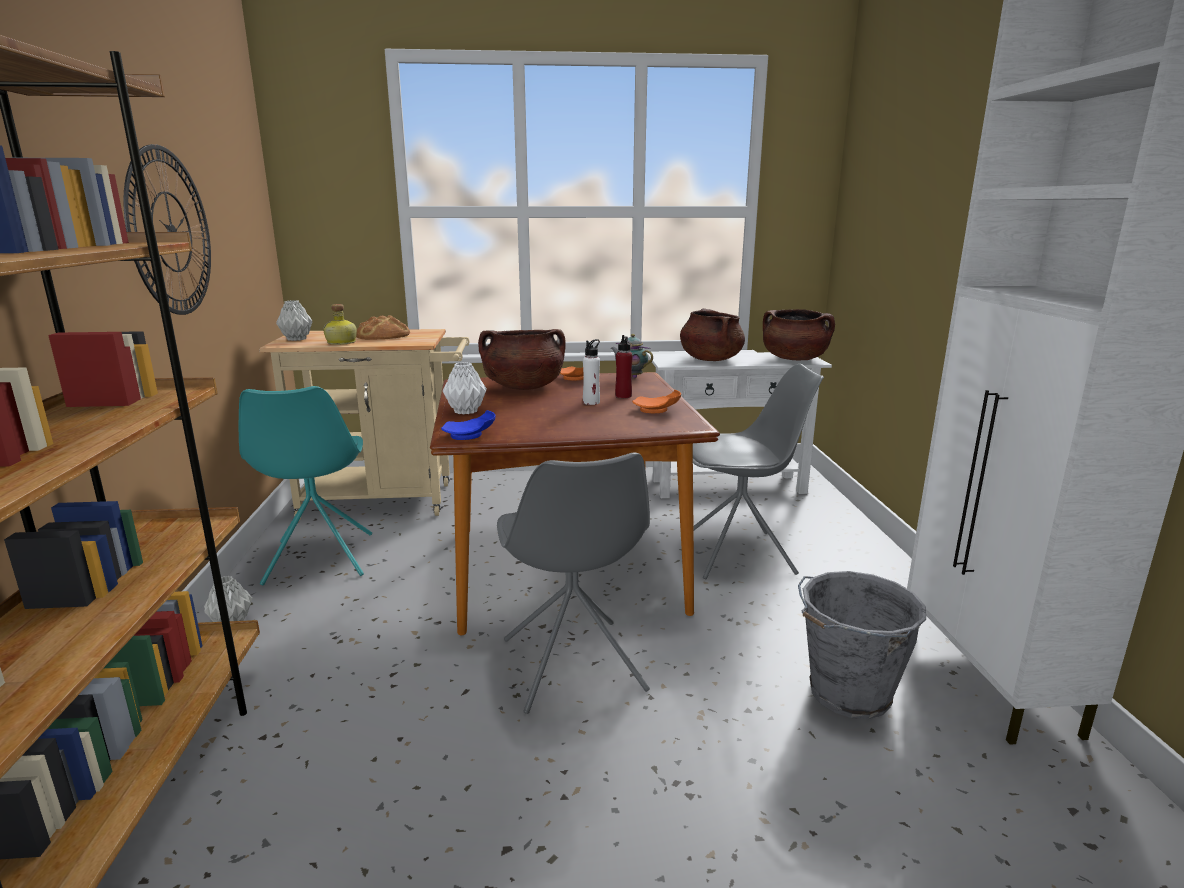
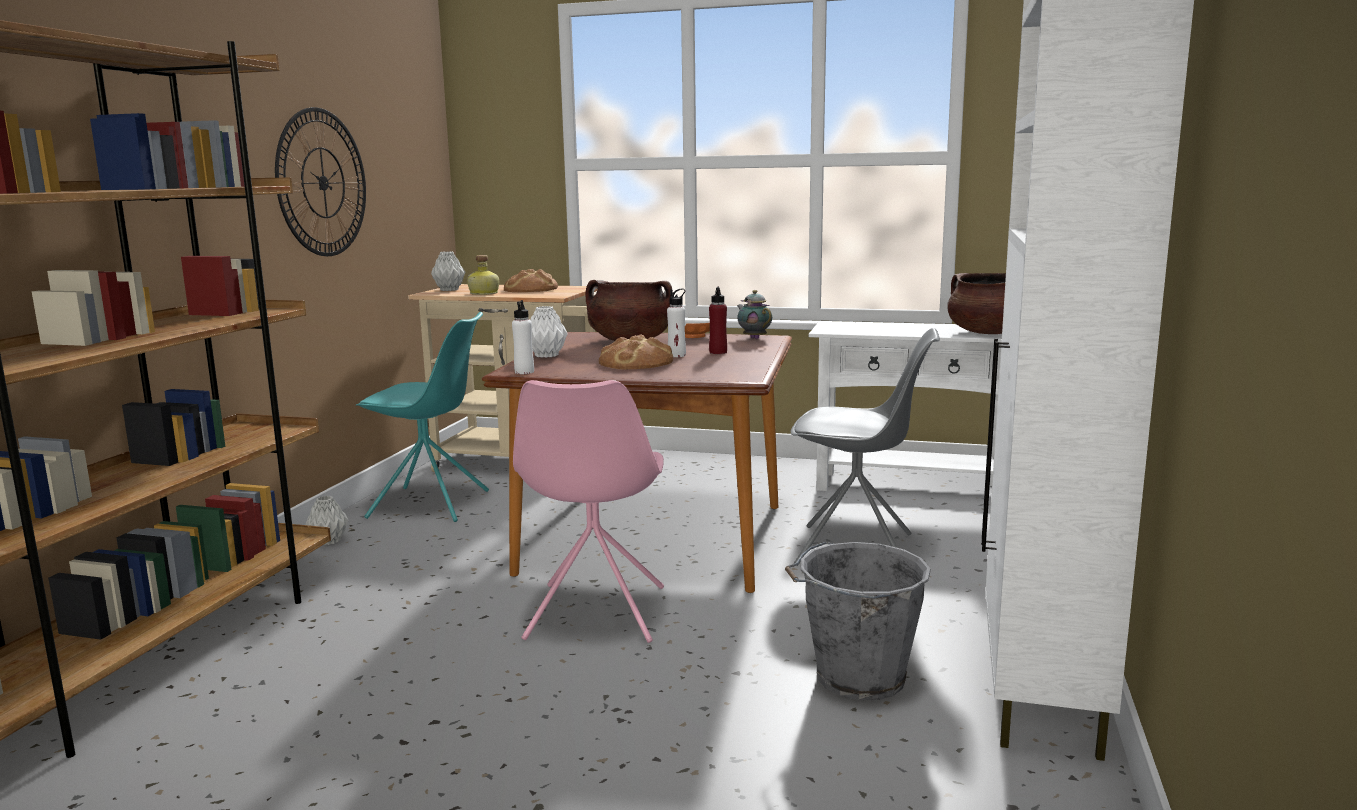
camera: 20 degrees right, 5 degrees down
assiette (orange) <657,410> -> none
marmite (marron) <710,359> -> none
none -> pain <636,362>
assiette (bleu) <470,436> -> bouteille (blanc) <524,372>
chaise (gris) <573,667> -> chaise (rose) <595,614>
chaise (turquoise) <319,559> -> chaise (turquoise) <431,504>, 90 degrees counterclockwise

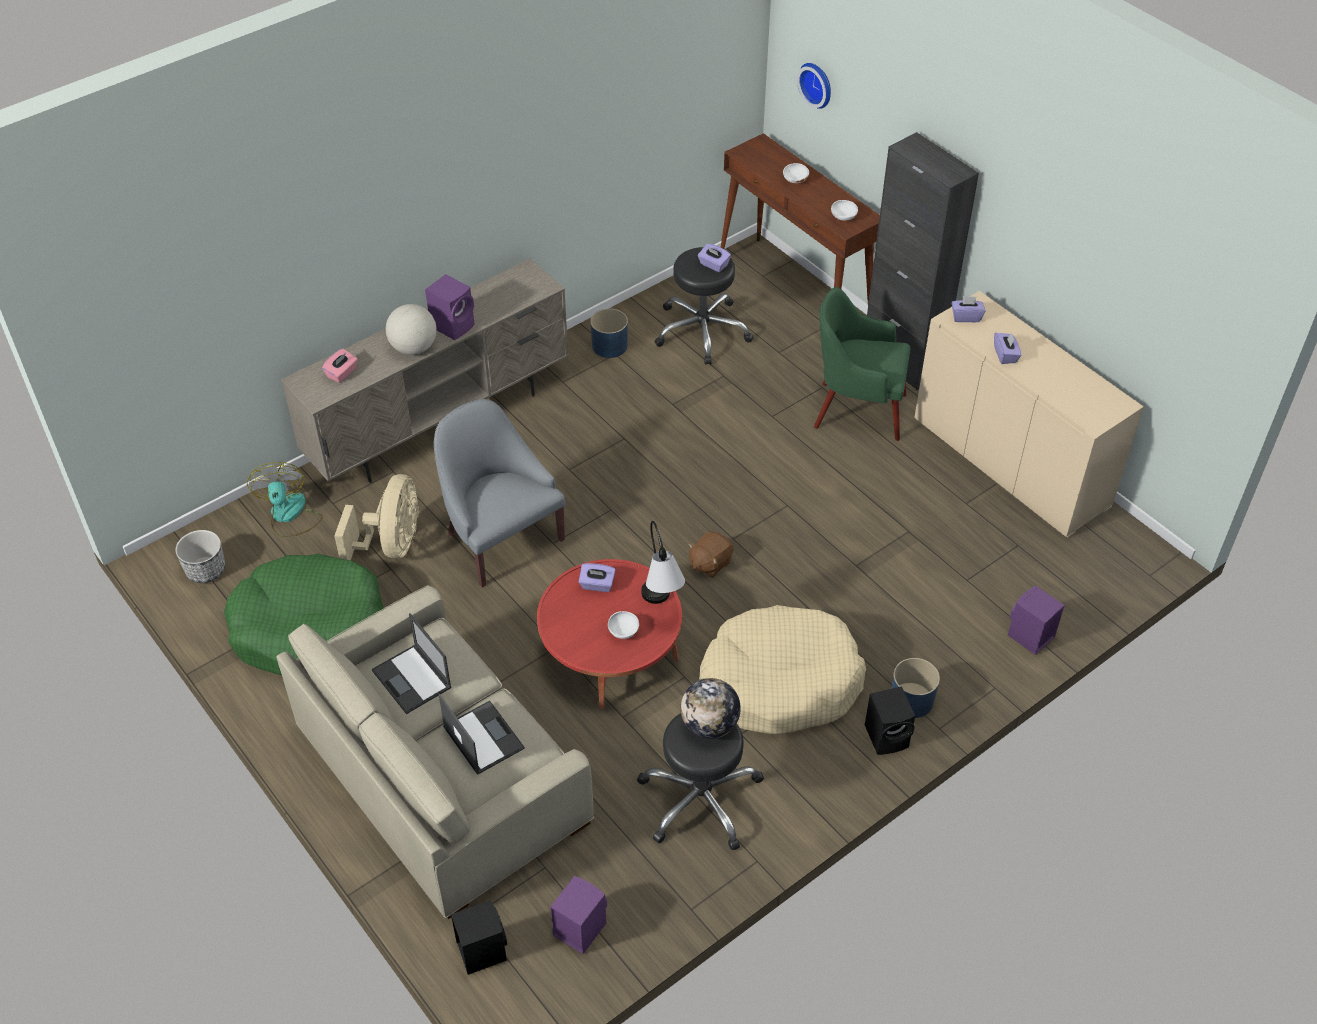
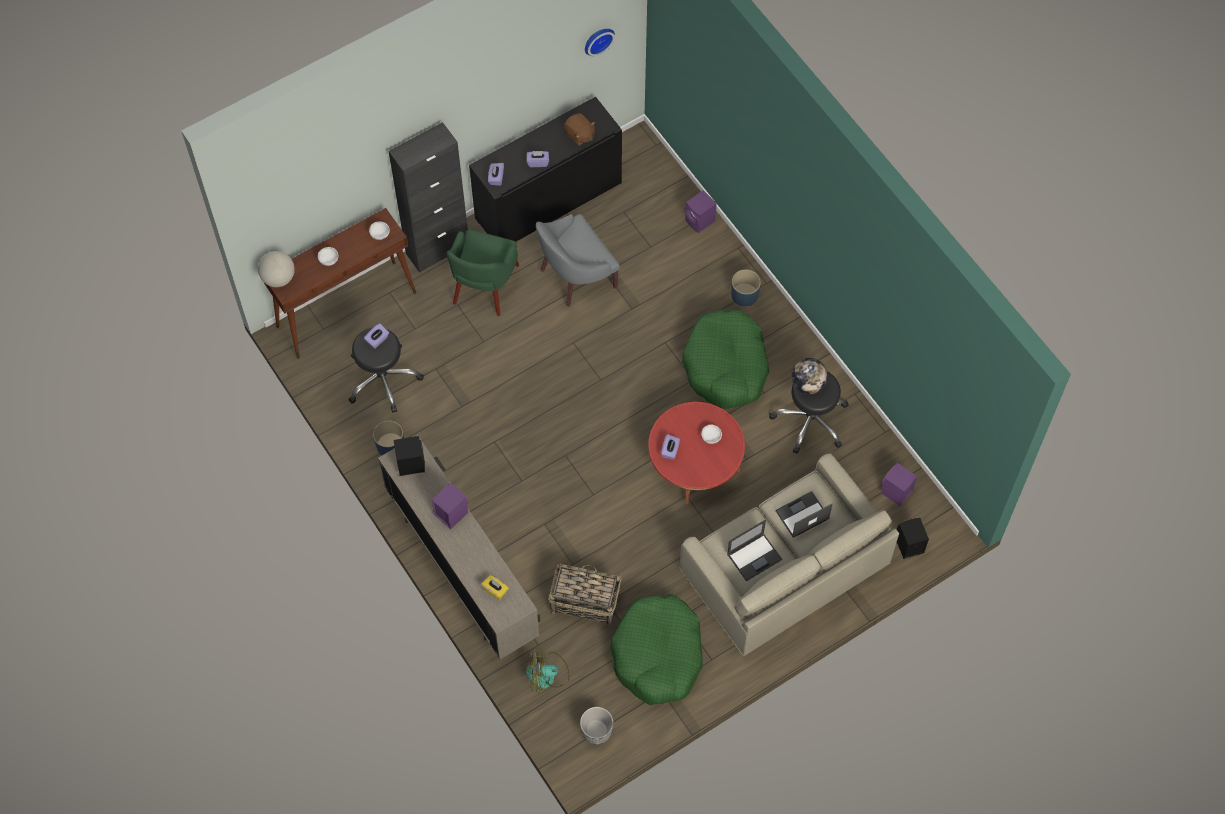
camera: 85 degrees left, 15 degrees up
lampe de table <660,607> -> none
globe <414,348> -> globe <278,278>, relocated
fauteuil (gris) <500,538> -> fauteuil (gris) <575,275>, relocated
peluche (marron) <709,563> -> peluche (marron) <579,135>, relocated
horloge murale <817,84> -> horloge murale <597,39>, relocated
enceinte (noir) <888,736> -> enceinte (noir) <411,463>, relocated
ventilateur (beige) <392,545> -> panier <584,602>
boîte à mouchoirs (rose) <342,373> -> boîte à mouchoirs (jaune) <495,590>
panier pour chien (beige) <780,683> -> panier pour chien (vert) <726,366>
meuble de rangement (beige) <1010,462> -> meuble de rangement (noir) <548,201>

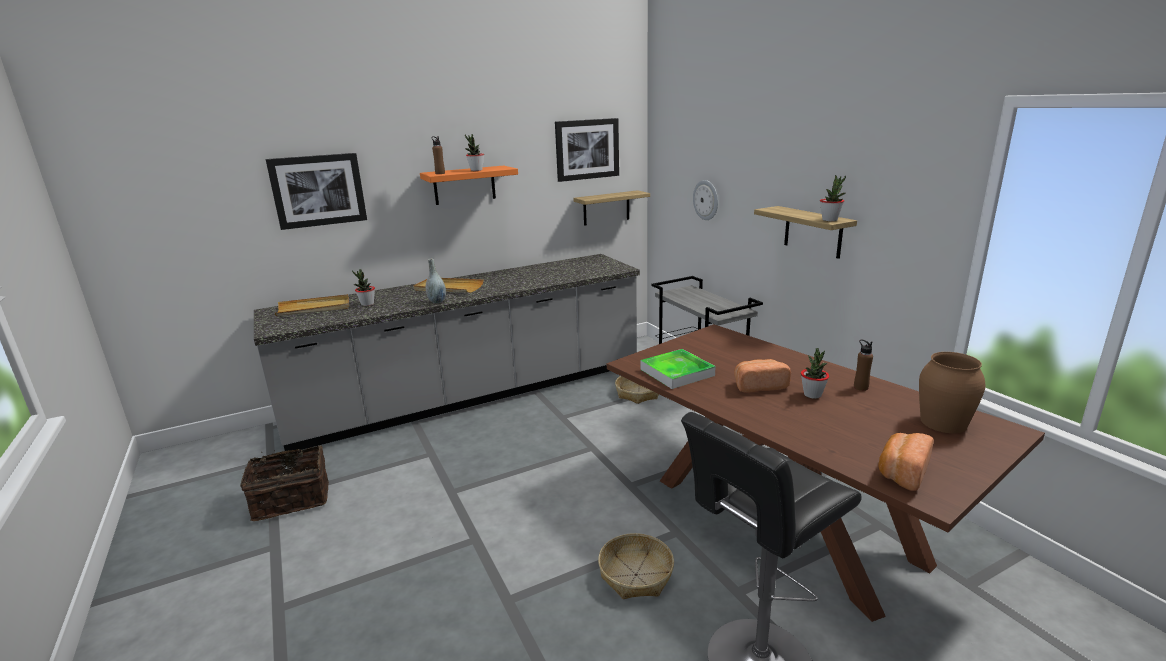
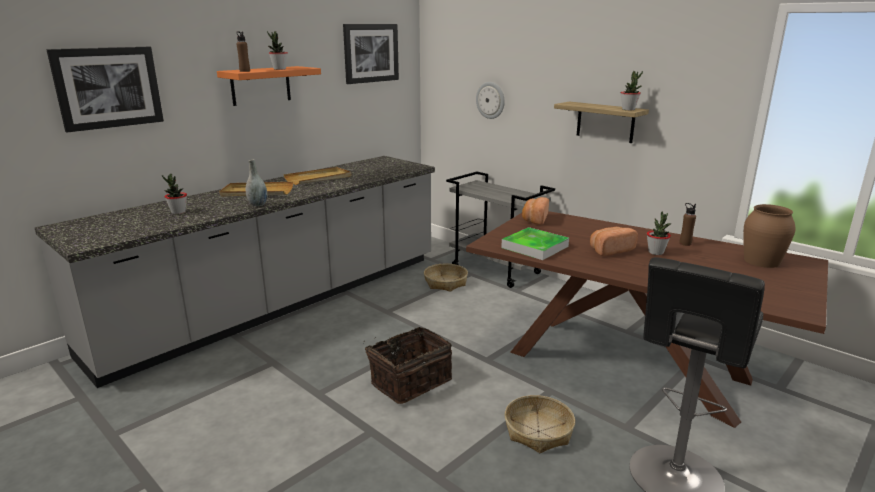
camera: 20 degrees left, 0 degrees up
étagère <606,208> -> none
panier <292,499> -> panier <409,381>, relocated
plateau (beige) <314,308> -> plateau (beige) <318,178>, relocated
pain <901,472> -> pain <534,219>, relocated

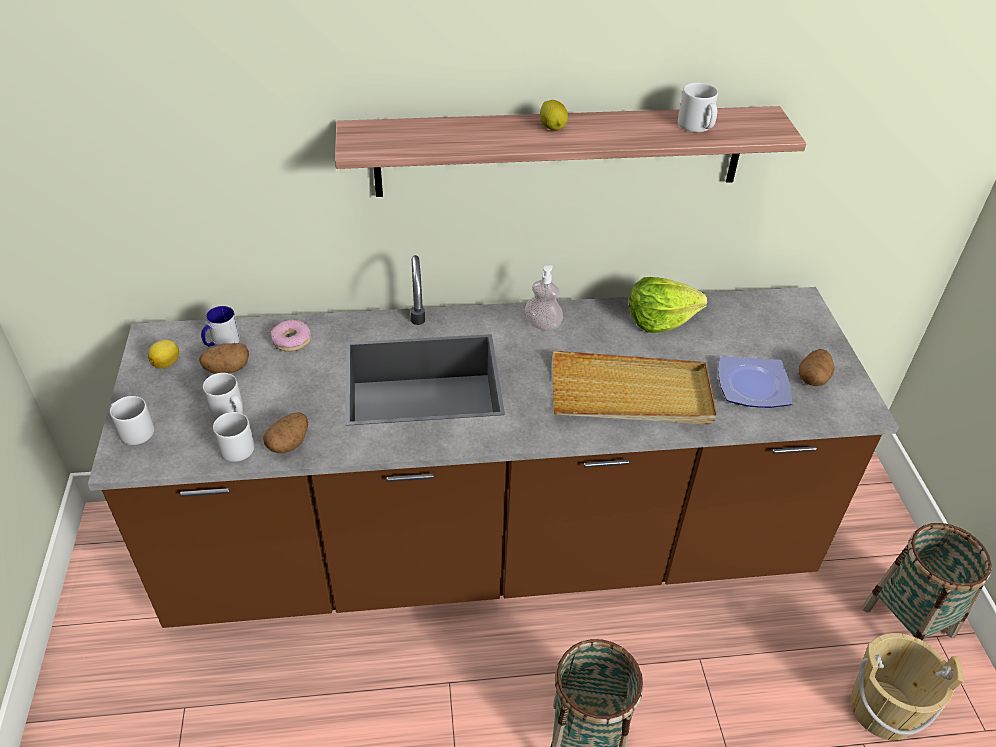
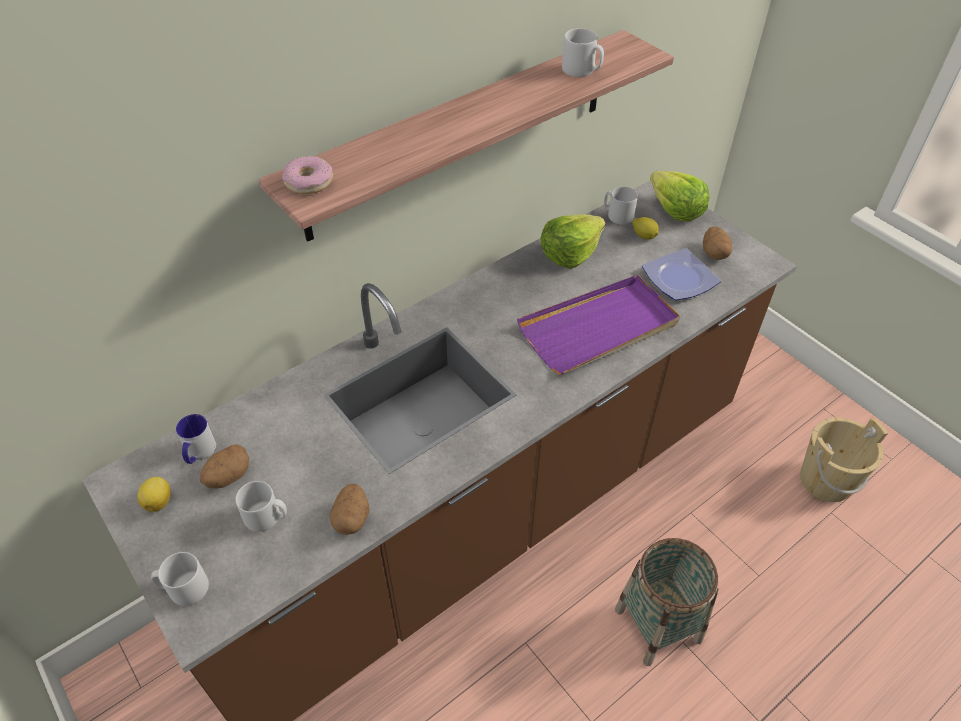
camera: 30 degrees left, 5 degrees up
distributeur de savon <543,324> -> none
panier <908,621> -> none
none -> laitue <675,210>
mug (gris) <236,446> -> mug (gris) <617,215>, relocated
beignet <291,340> -> beignet <309,182>, relocated
citron <552,127> -> citron <644,236>, relocated
plateau (beige) <631,394> -> plateau (violet) <599,328>

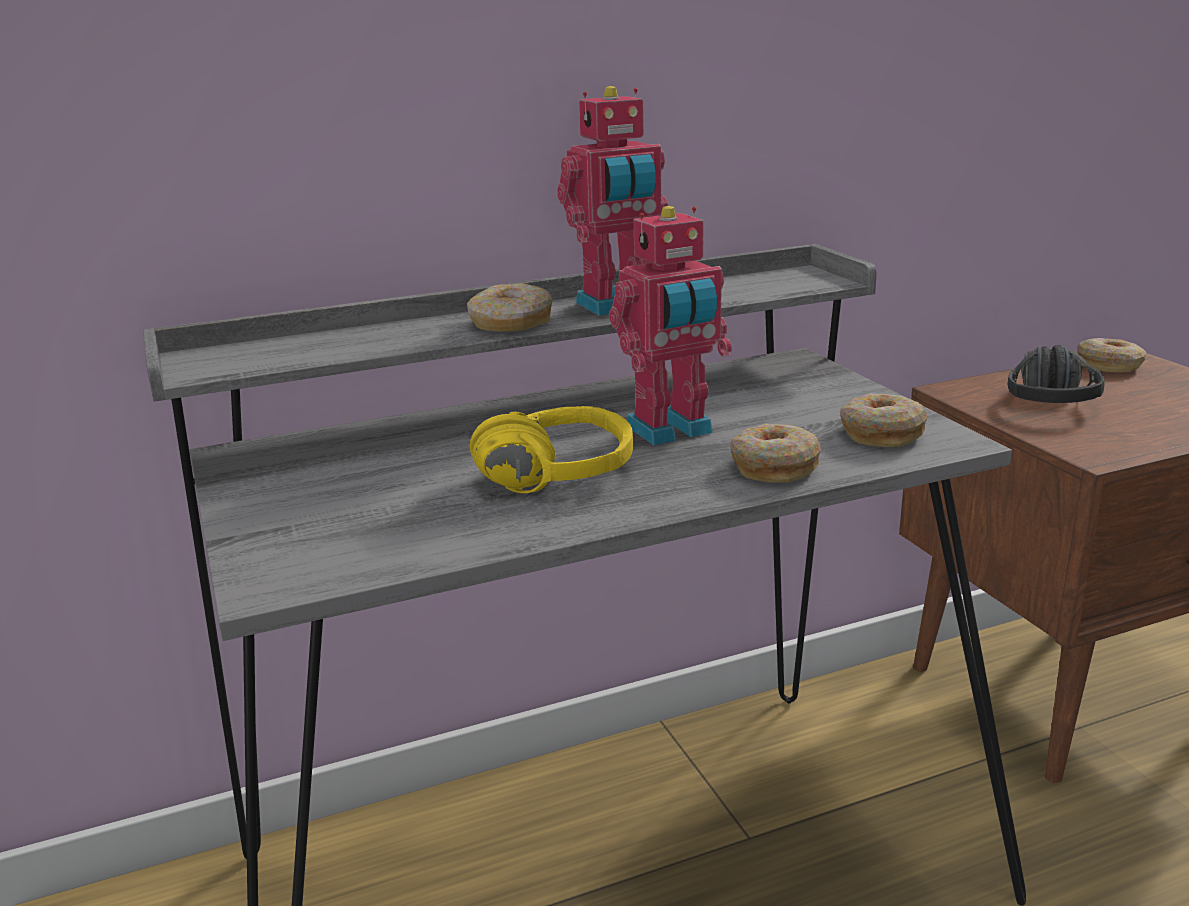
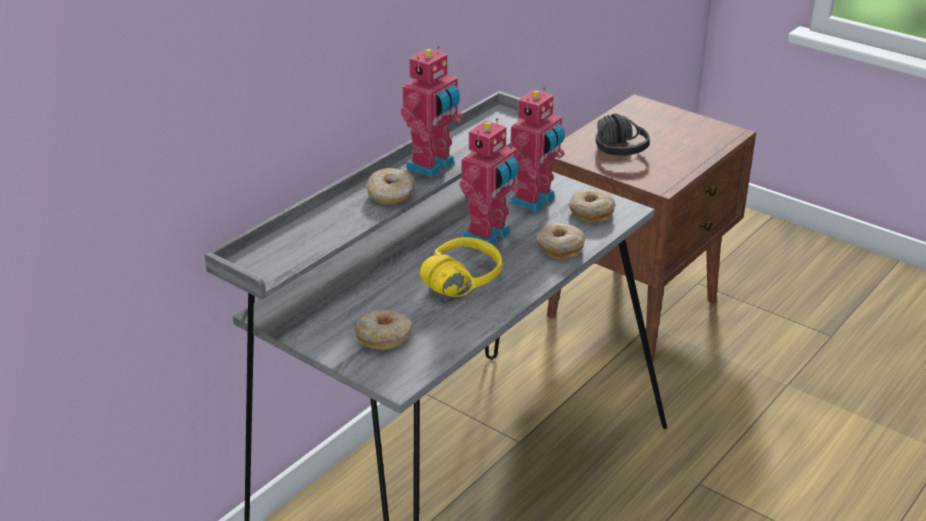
camera: 30 degrees left, 10 degrees up
none -> robot jouet <535,201>
beignet <1109,365> -> beignet <383,336>, relocated

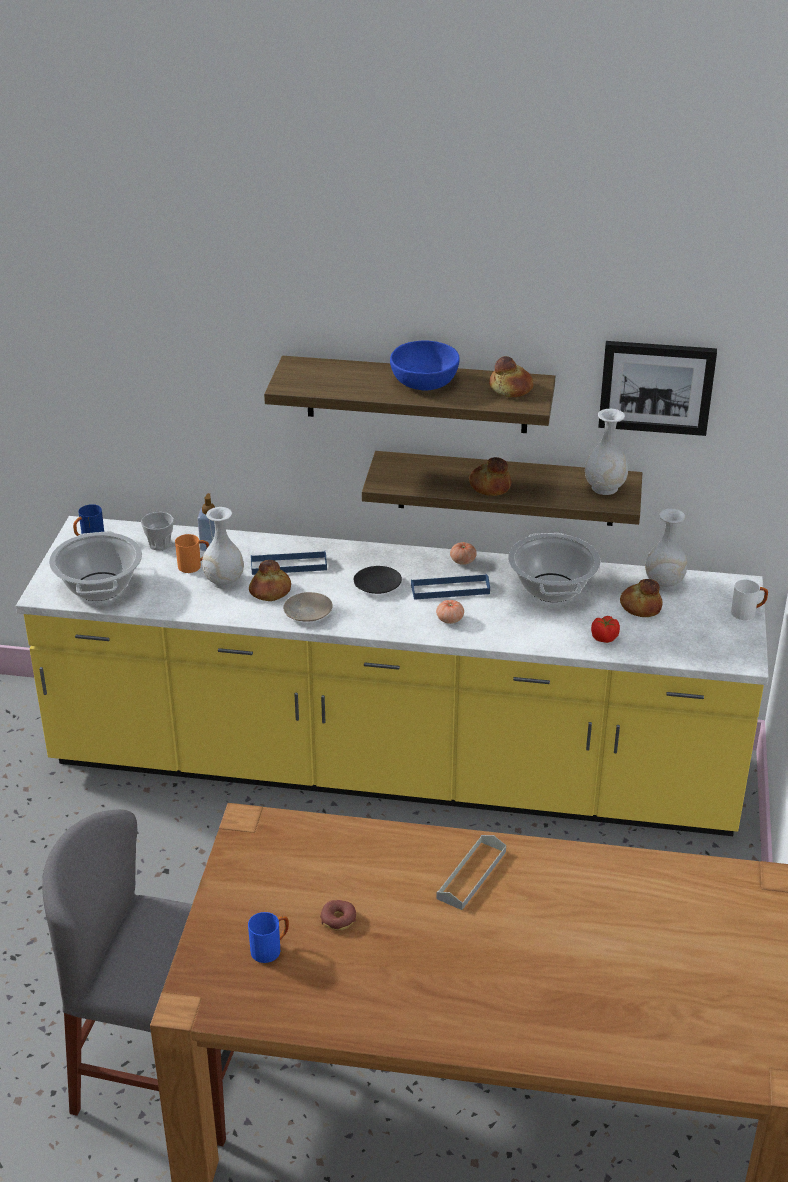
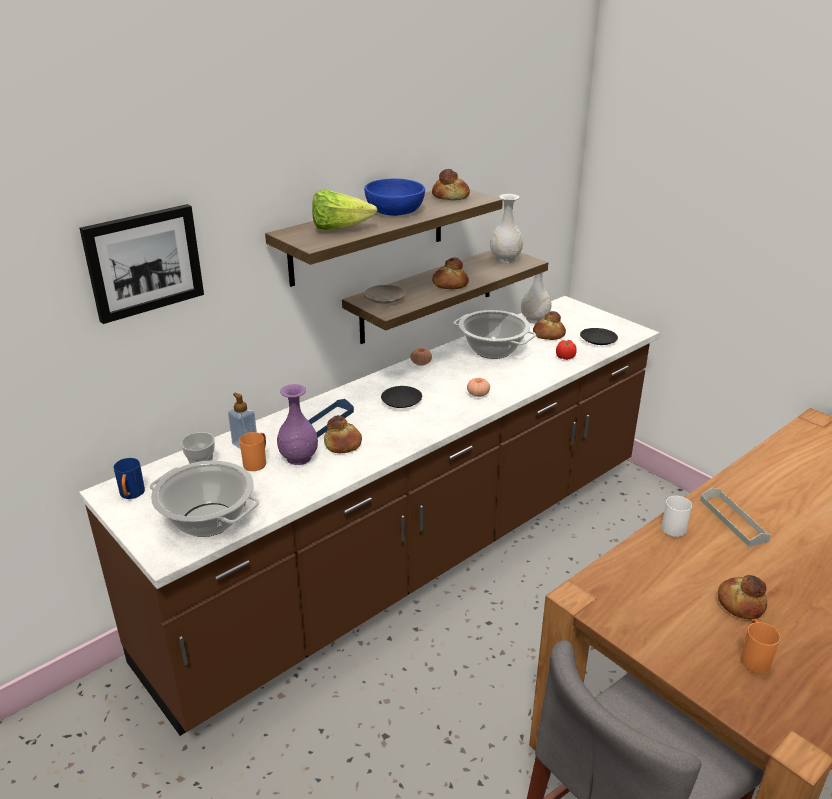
camera: 50 degrees left, 5 degrees down
plateau (bleu) <450,589> -> none
none -> laitue <339,229>
none -> assiette (noir) <597,340>
assiette (beige) <307,612> -> assiette (beige) <384,299>, relocated
tableau <656,386> -> tableau <144,262>, relocated
mug (blanc) <747,613> -> mug (blanc) <675,526>, relocated
beignet <338,919> -> pain <740,603>
comptoir de cuisine (jaune) <393,769> -> comptoir de cuisine (marron) <415,555>
vase (blanc) <224,581> -> vase (violet) <298,458>
mug (bleu) <270,949> -> mug (orange) <753,657>

